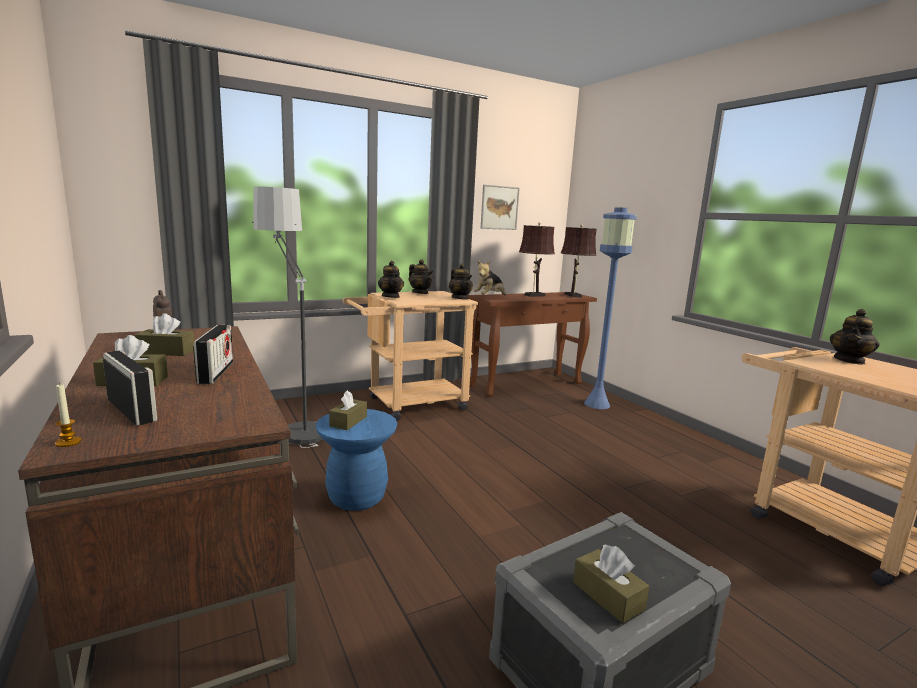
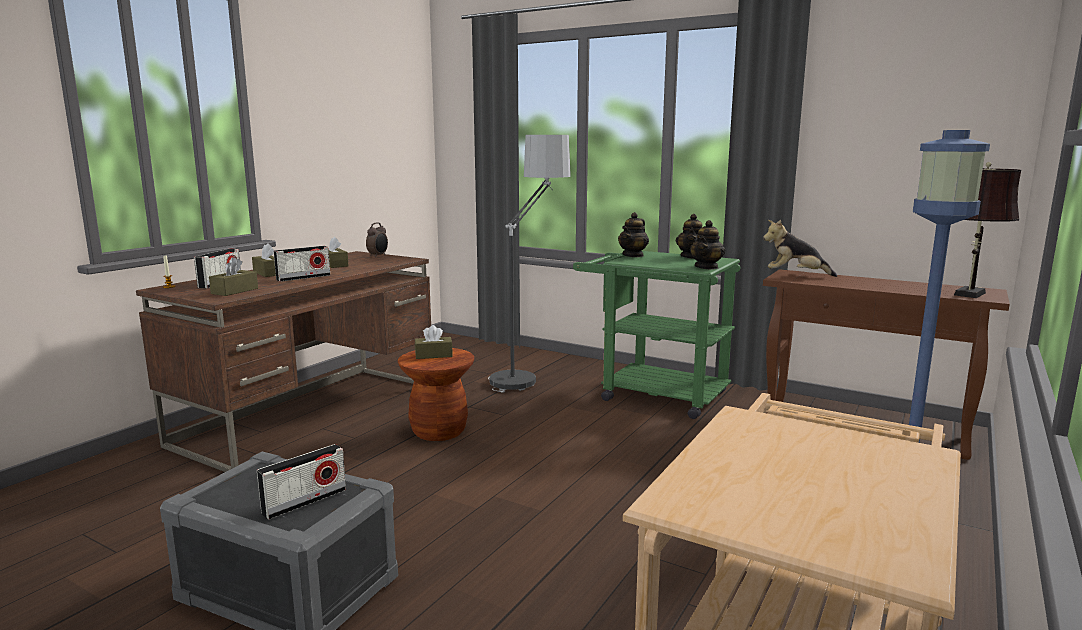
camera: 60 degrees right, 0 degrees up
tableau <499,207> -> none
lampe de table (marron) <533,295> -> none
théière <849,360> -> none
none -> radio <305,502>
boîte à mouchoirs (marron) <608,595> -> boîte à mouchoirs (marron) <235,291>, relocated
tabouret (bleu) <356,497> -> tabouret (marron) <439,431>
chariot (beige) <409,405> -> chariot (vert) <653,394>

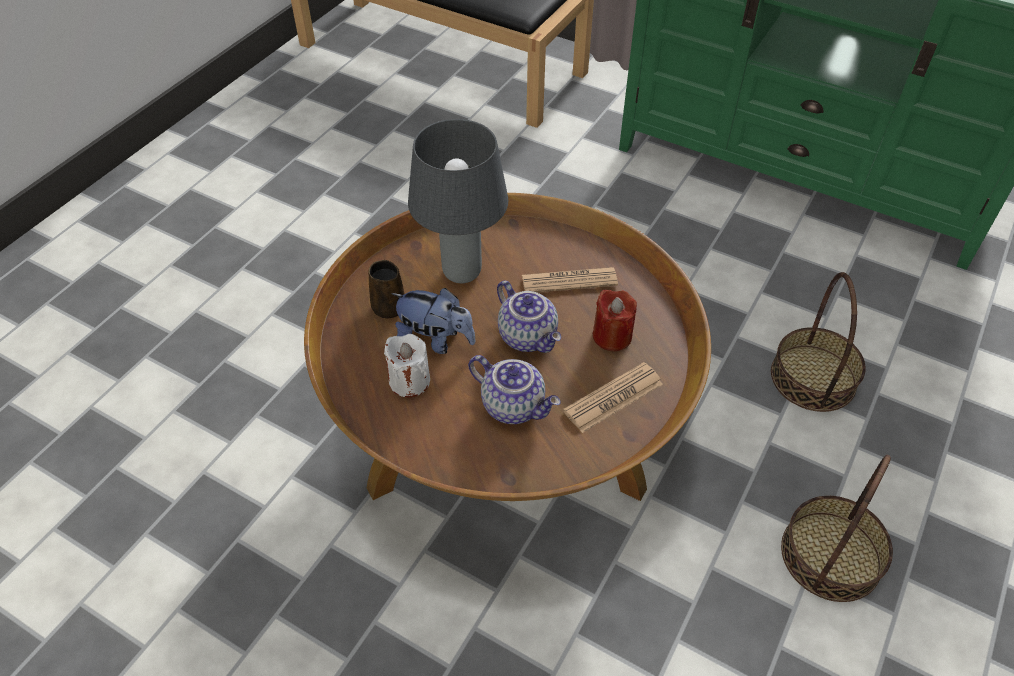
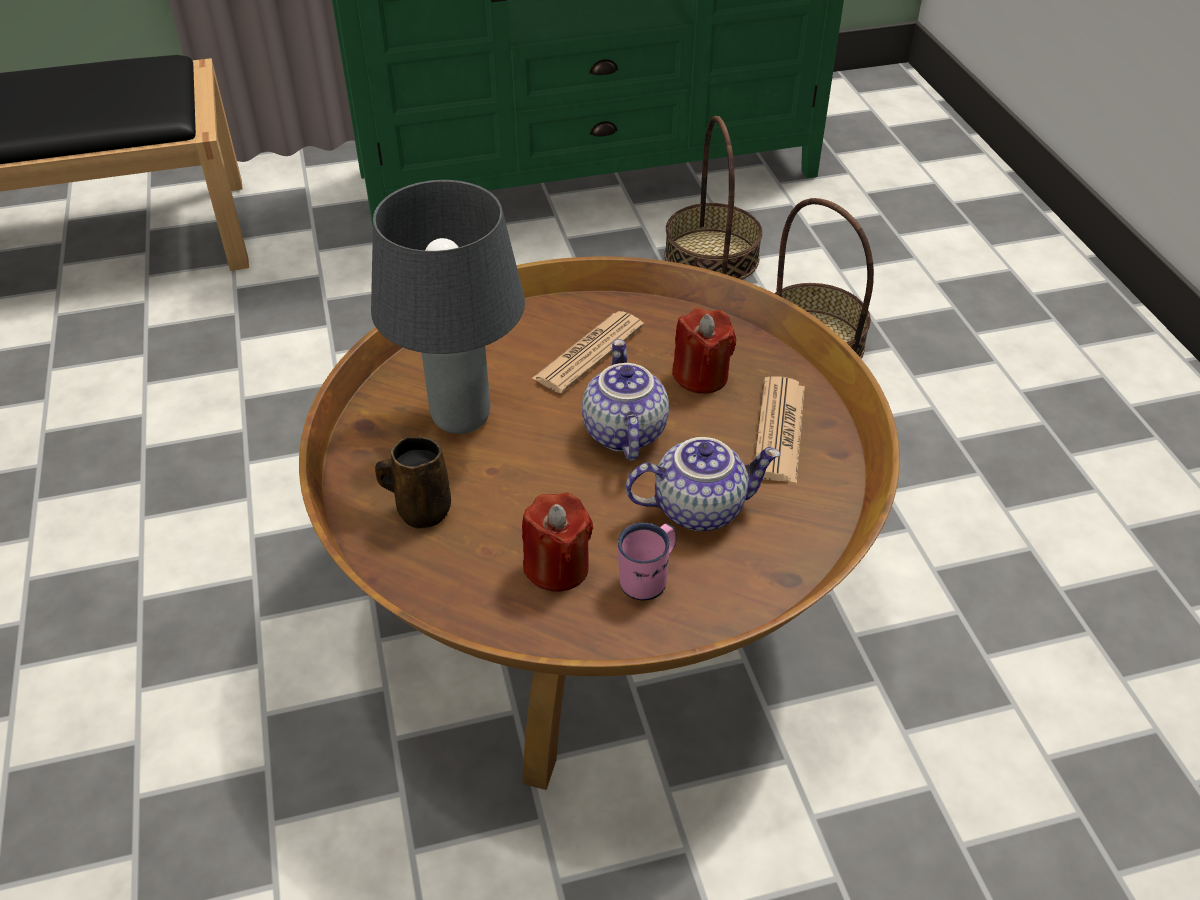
camera: 45 degrees left, 5 degrees down
peluche <435,340> -> none
none -> mug (rose) <649,578>
panier <830,555> -> panier <711,257>, relocated
bougie (blanc) <409,381> -> bougie (rouge) <557,567>
théière <529,336> -> théière <622,432>, 105 degrees counterclockwise

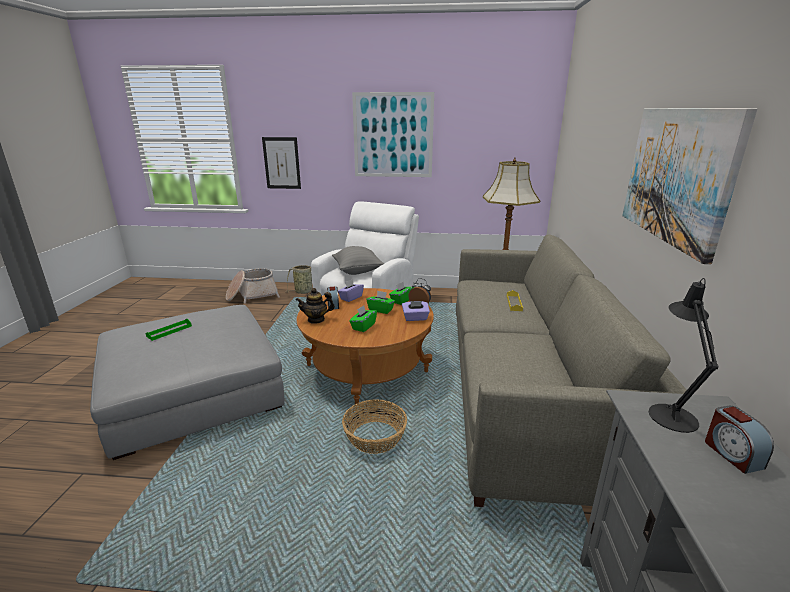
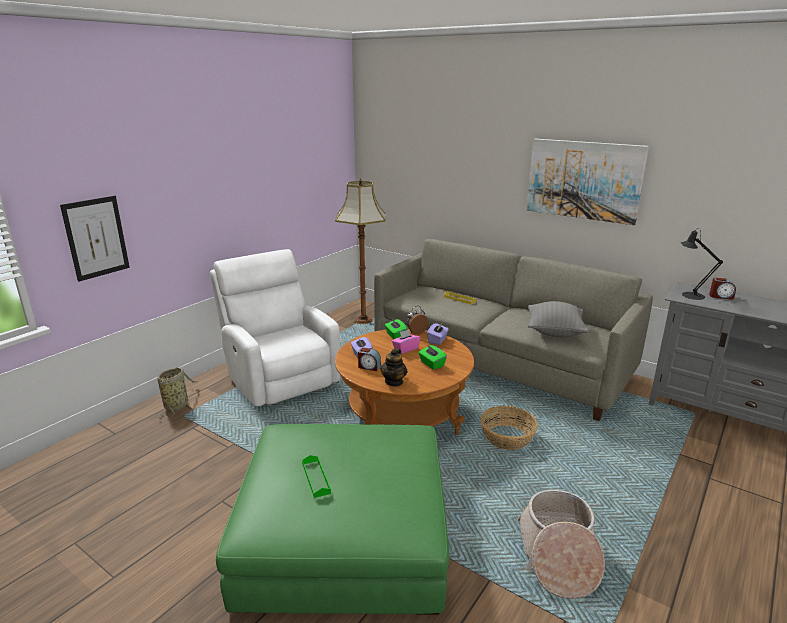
camera: 60 degrees left, 0 degrees up
tableau <393,135> -> none
panier <252,295> -> panier <557,556>, relocated
coussin (gris) <357,271> -> coussin (gris) <554,332>, relocated
pouf (gris) <194,391> -> pouf (vert) <344,534>
boîte à mouchoirs (vert) <381,310> -> boîte à mouchoirs (rose) <405,349>

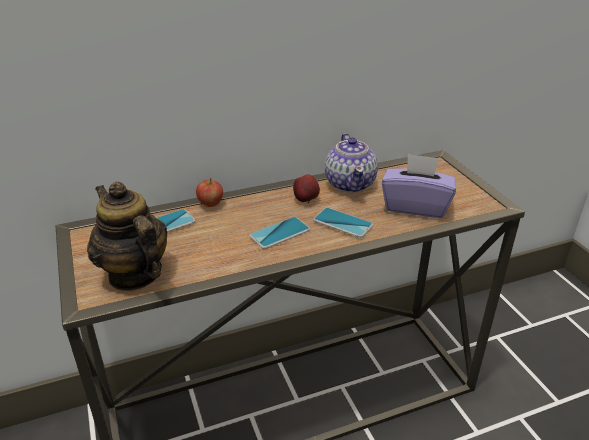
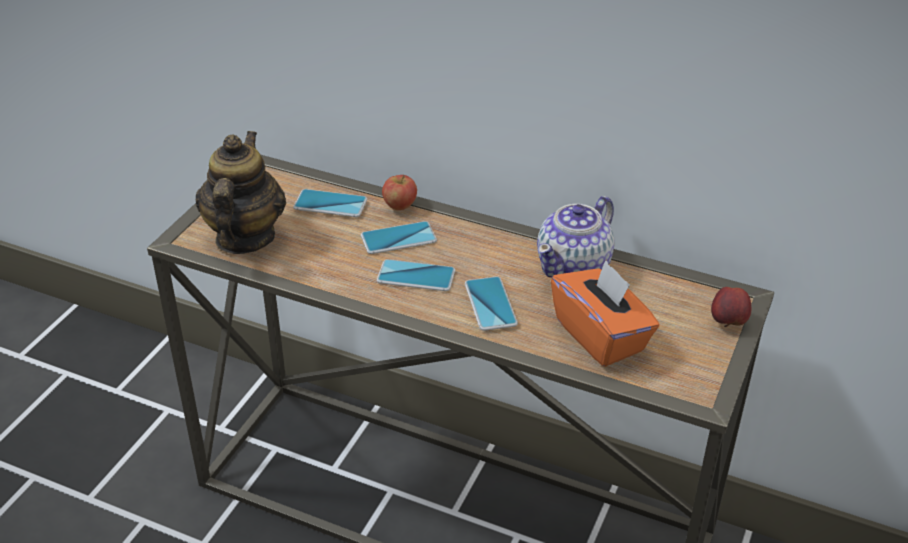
camera: 45 degrees right, 5 degrees up
none -> téléphone <398,239>
pomme <306,200> -> pomme <728,322>, relocated
boîte à mouchoirs (violet) <415,206> -> boîte à mouchoirs (orange) <601,336>

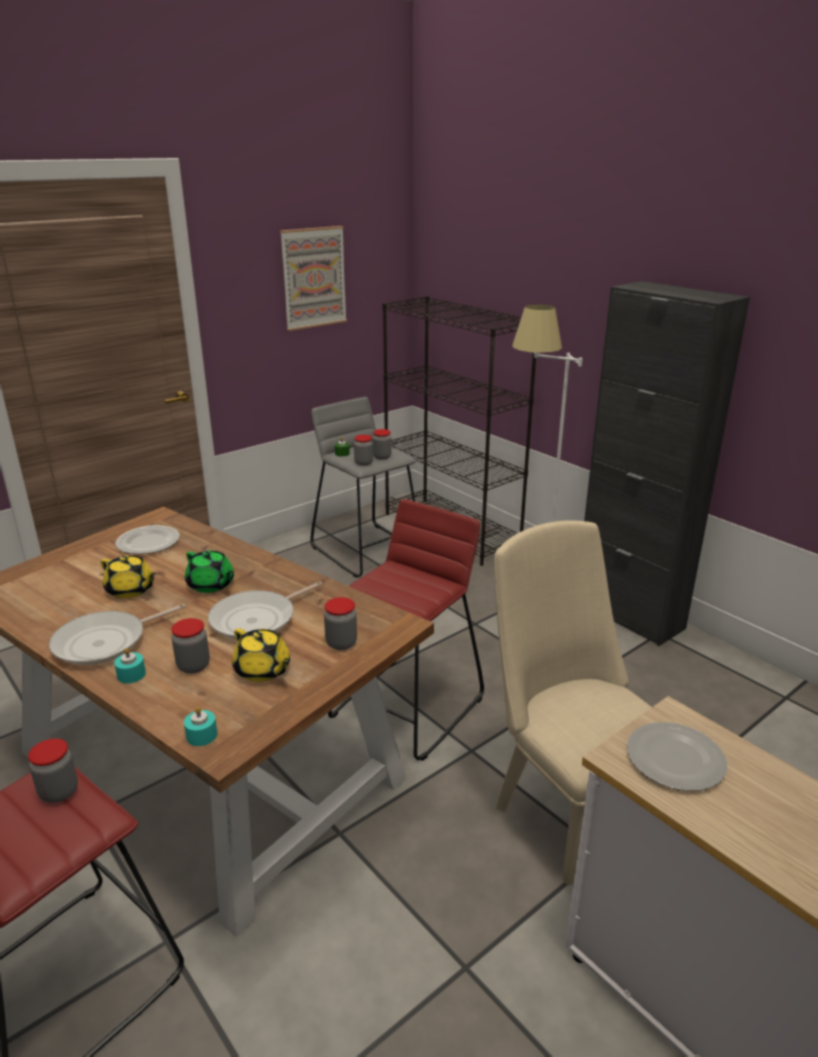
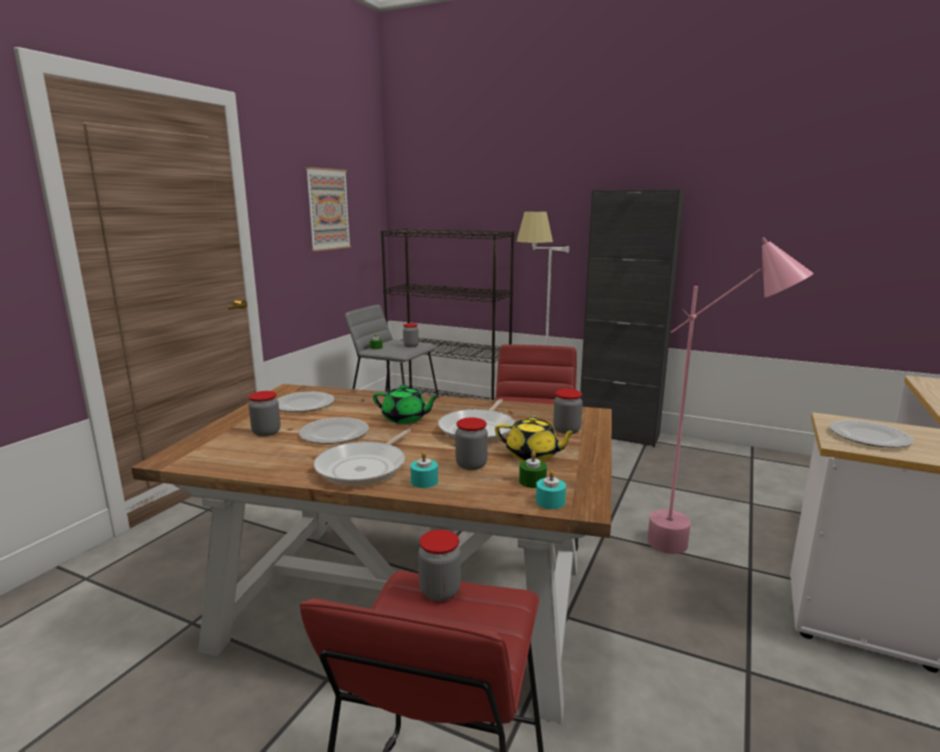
camera: 25 degrees left, 10 degrees down
none -> bougie (vert) <532,481>
bocal <363,463> -> bocal <266,432>, relocated
théière (jaune) <131,590> -> assiette <335,433>
chaise (beige) <566,810> -> lampadaire (rose) <702,551>

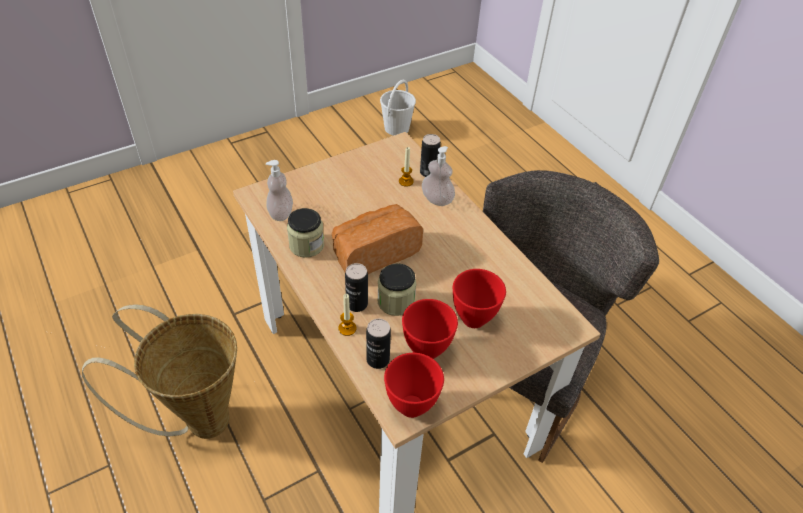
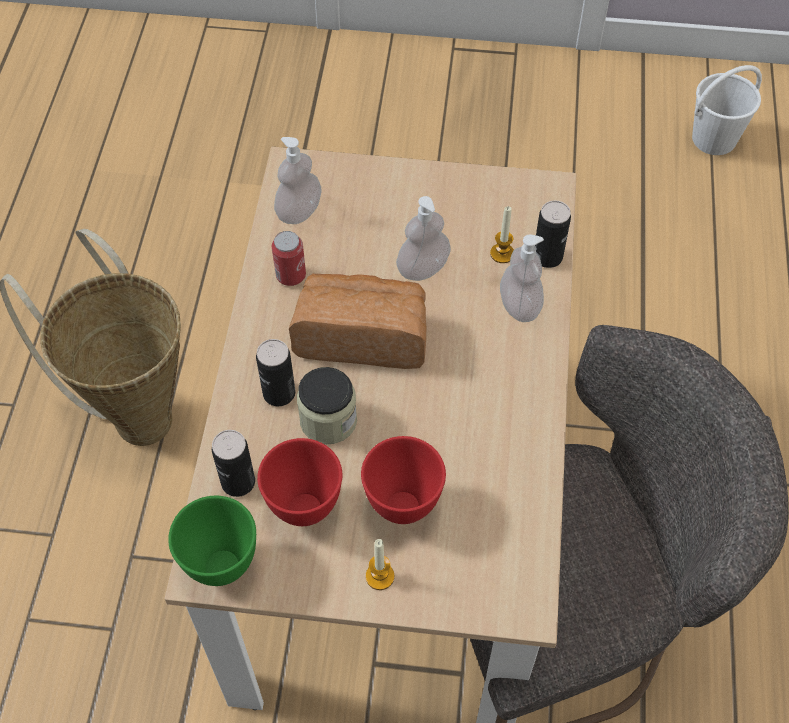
camera: 40 degrees right, 10 degrees up
none -> distributeur de savon <423,268>
bougie <347,328> -> bougie <379,576>, relocated
bocal <306,245> -> boîte métallique <291,275>
bol (rouge) <411,407> -> bol (vert) <221,568>

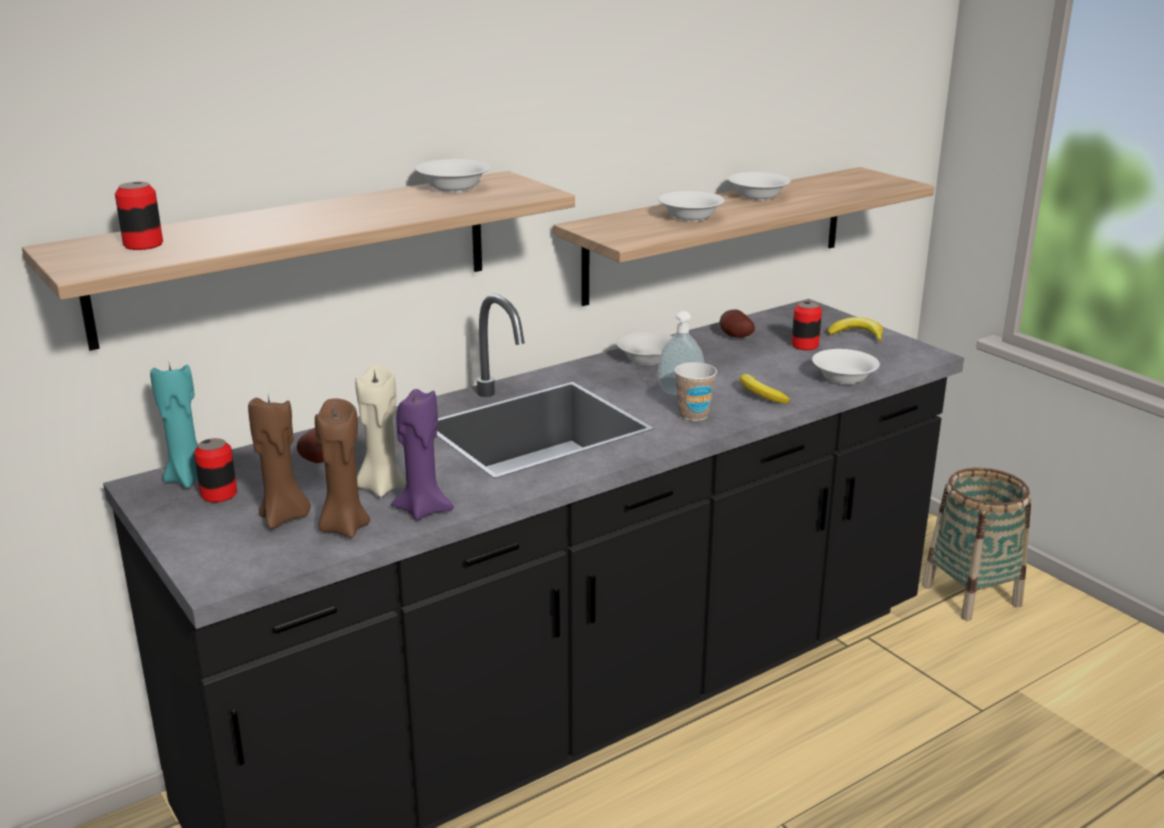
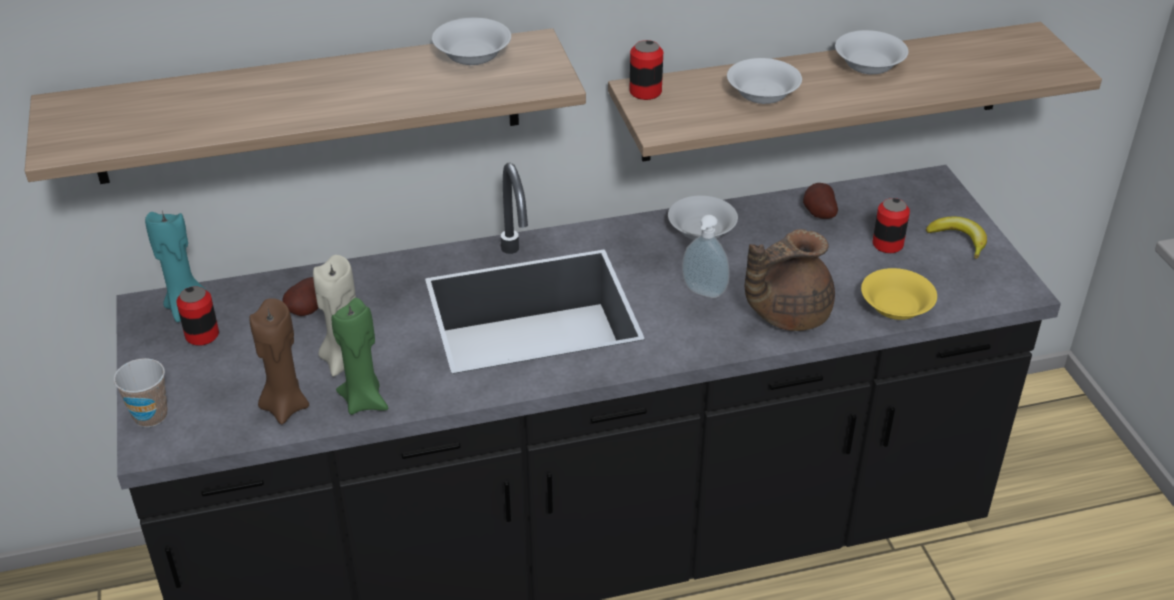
camera: 20 degrees right, 15 degrees up
bougie (marron) <284,517> -> none
panier <971,595> -> none
boîte métallique <143,244> -> boîte métallique <645,92>, relocated
tasse <693,415> -> tasse <150,416>, relocated
banane <760,395> -> théière (marron) <786,313>
bougie (violet) <423,509> -> bougie (vert) <364,401>
bol (blanc) <843,378> -> bol (jaune) <896,307>

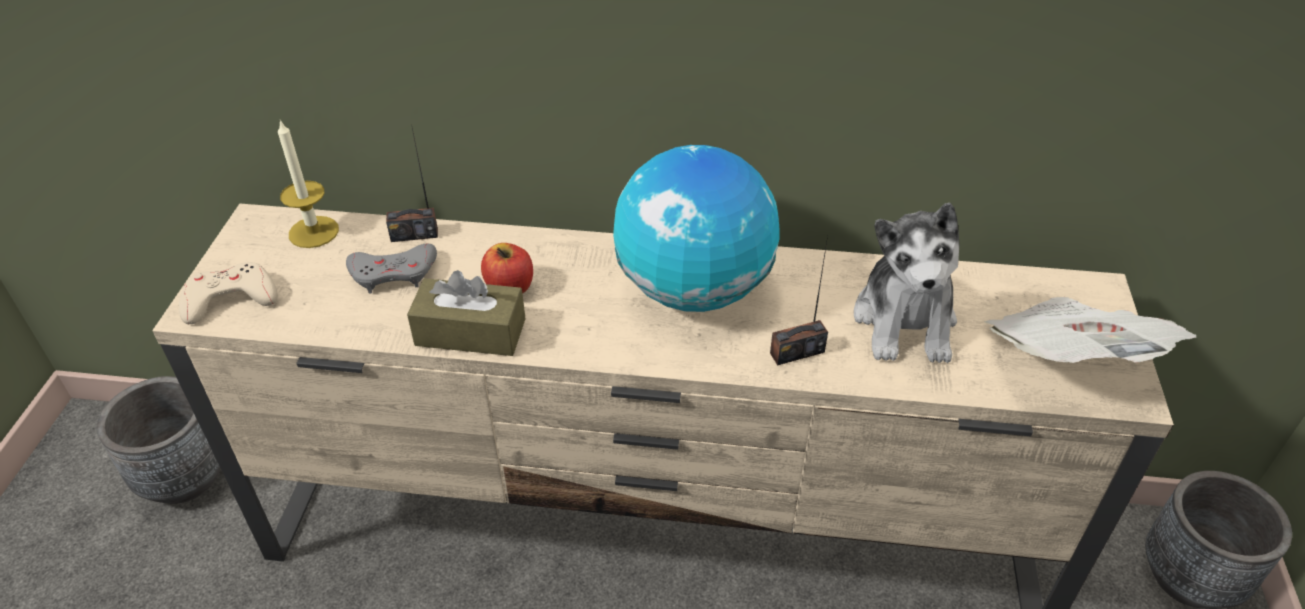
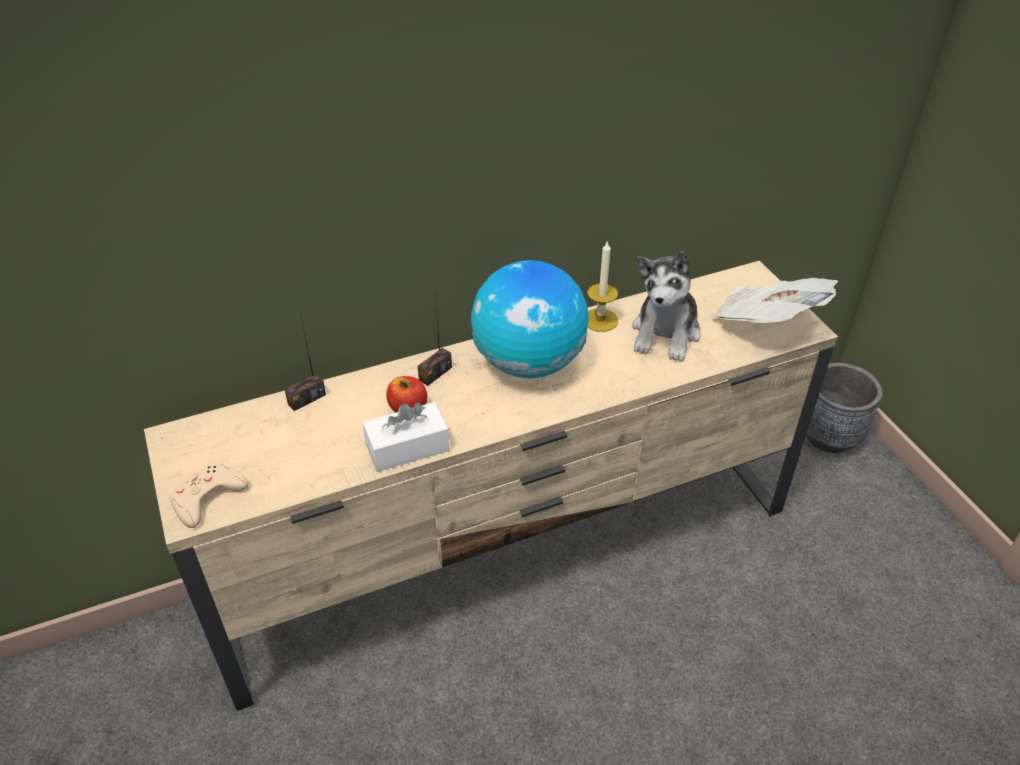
camera: 30 degrees left, 0 degrees up
cache-pot (gris) <184,476> -> none
manette (gris) <394,273> -> none
bougie <313,232> -> bougie <600,320>, relocated
radio <797,352> -> radio <435,373>, relocated
boîte à mouchoirs (marron) <470,332> -> boîte à mouchoirs (blanc) <407,447>
peluche <905,321> -> peluche <666,333>, 45 degrees clockwise

